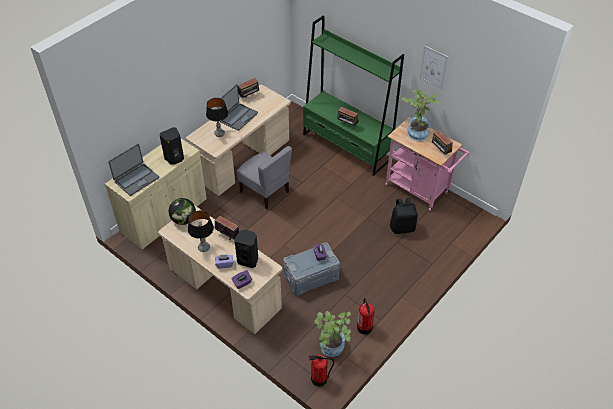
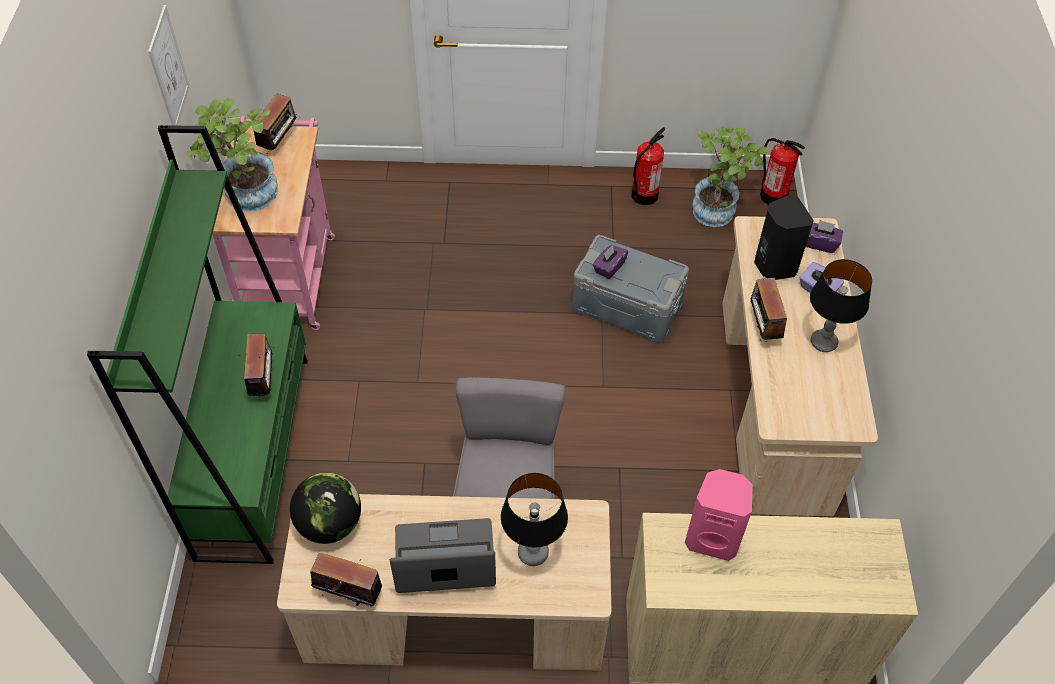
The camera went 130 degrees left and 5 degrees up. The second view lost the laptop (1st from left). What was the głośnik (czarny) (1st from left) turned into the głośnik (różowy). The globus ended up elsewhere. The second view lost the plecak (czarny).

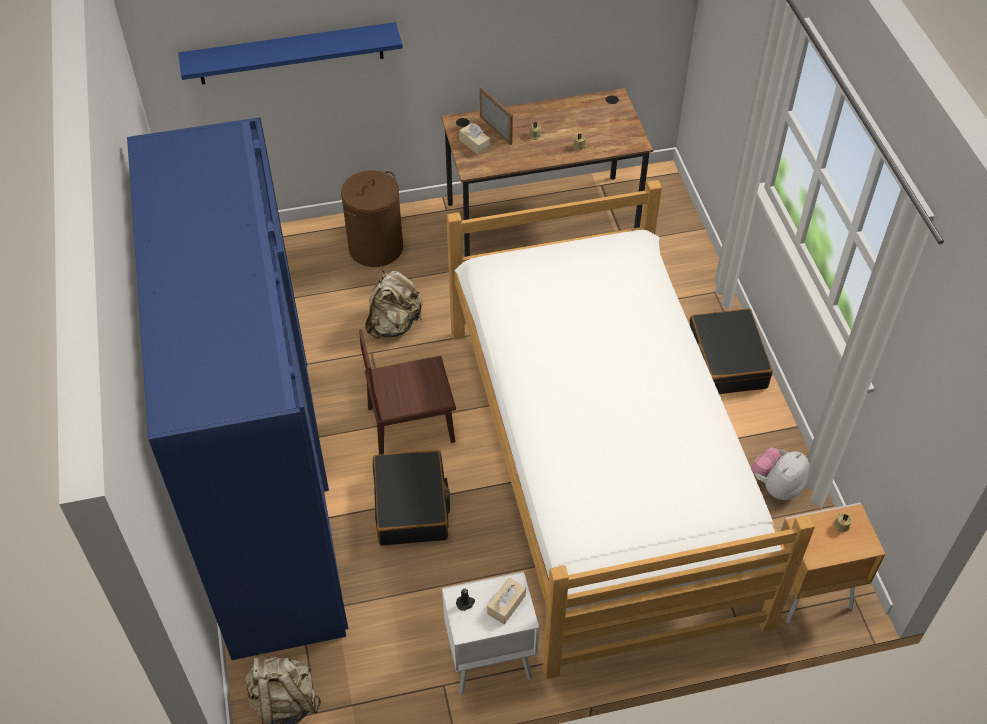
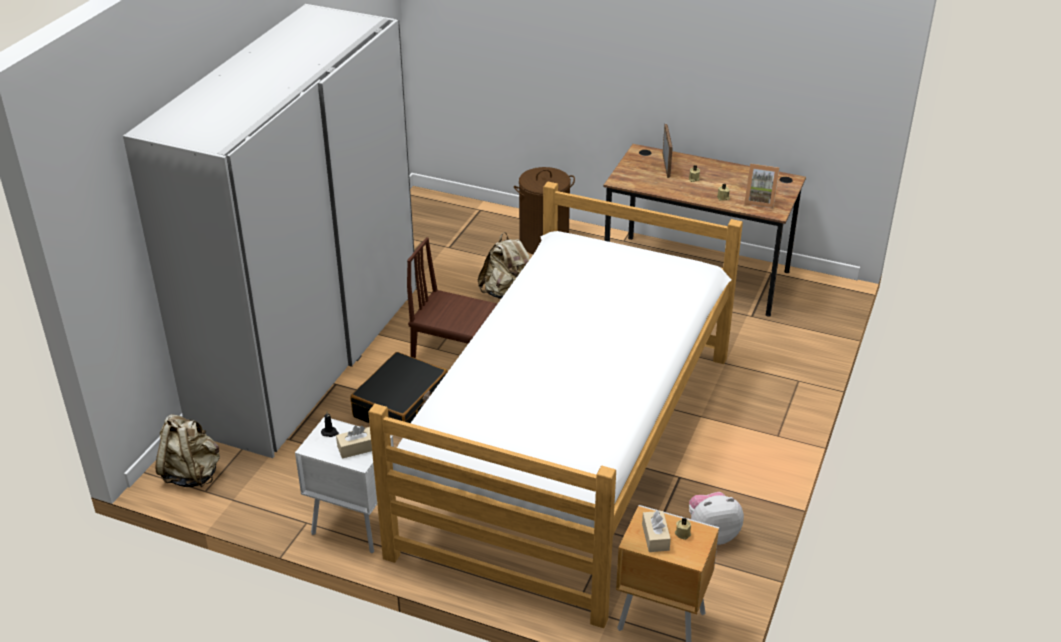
The camera went 35 degrees right and 15 degrees down. What was the szafa (niebieski) turned into the szafa (biały). The second view lost the półka (niebieski). The pudełko chusteczek (beżowy) (1st from left in the first image) ended up elsewhere. The second view lost the walizka (czarny) (2nd from left). The second view gained the ramka na zdjęcie (2nd from left).

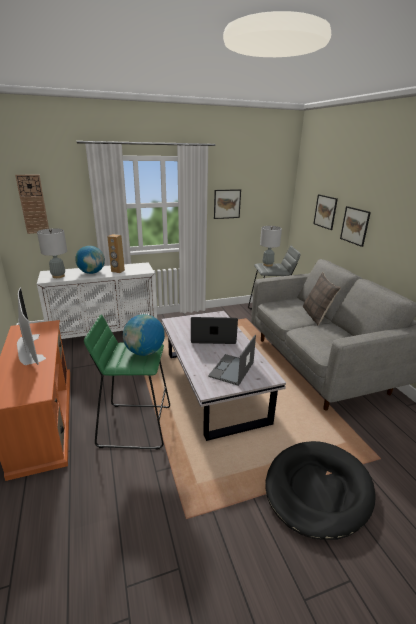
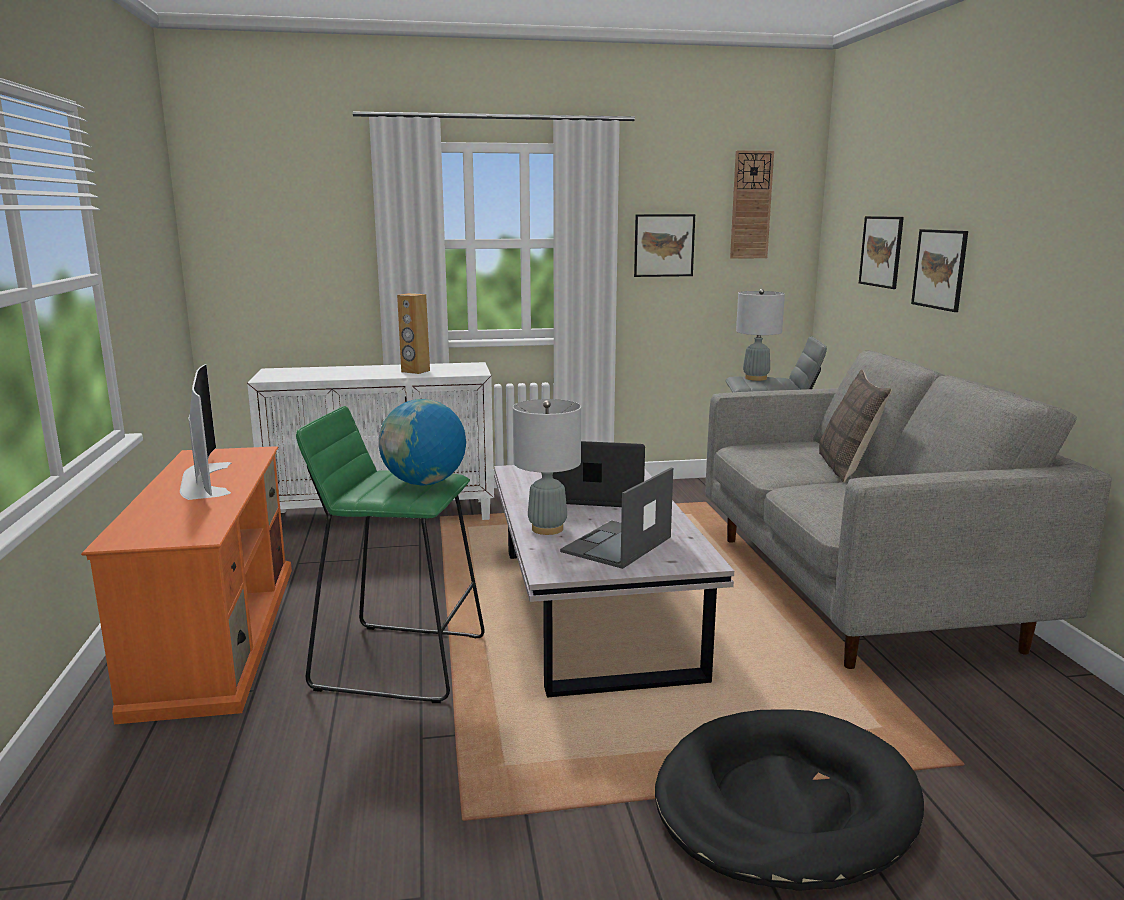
The camera went 10 degrees right and 10 degrees down. The zegar ścienny ended up elsewhere. The lampa stołowa (szary) (1st from left) ended up elsewhere. The second view lost the globus (1st from left).

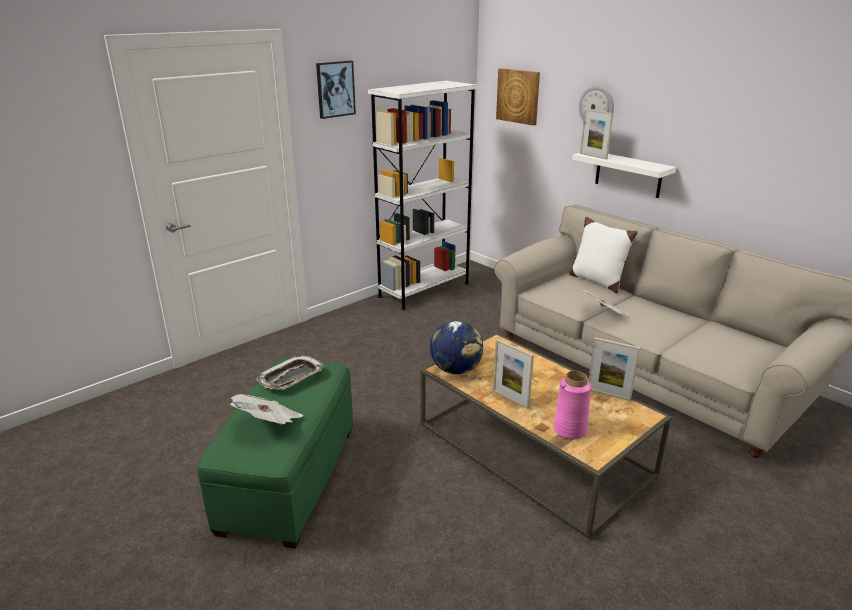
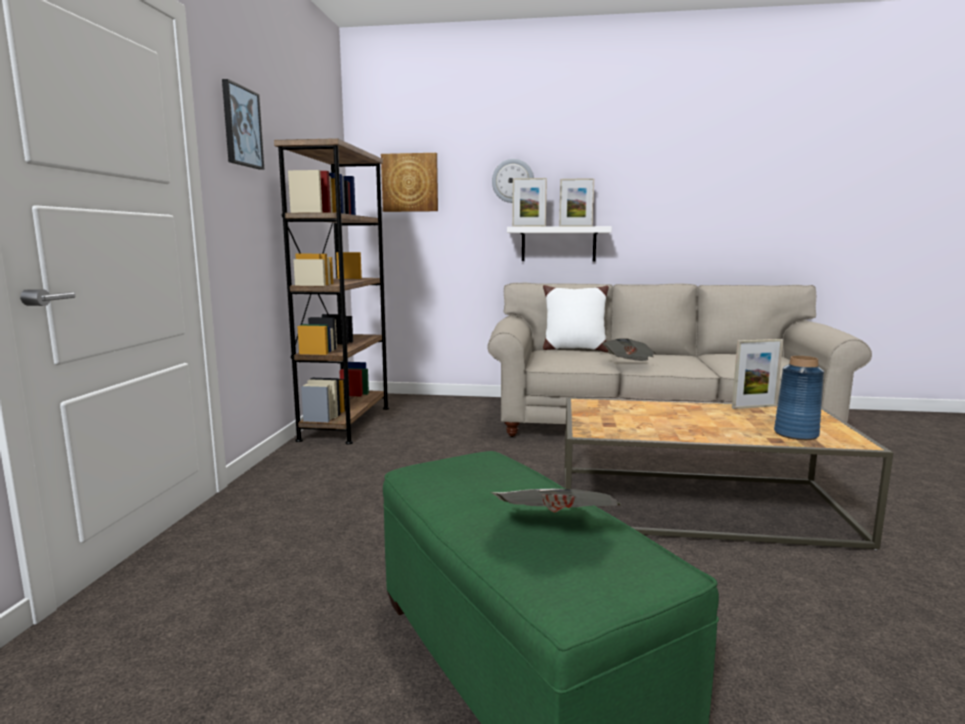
The camera went 40 degrees left and 15 degrees down. The second view lost the taca. What was the regał (biały) turned into the regał (brązowy). The second view lost the globus. The ramka na zdjęcie (1st from left in the first image) ended up elsewhere. What was the wazon (różowy) turned into the wazon (niebieski).

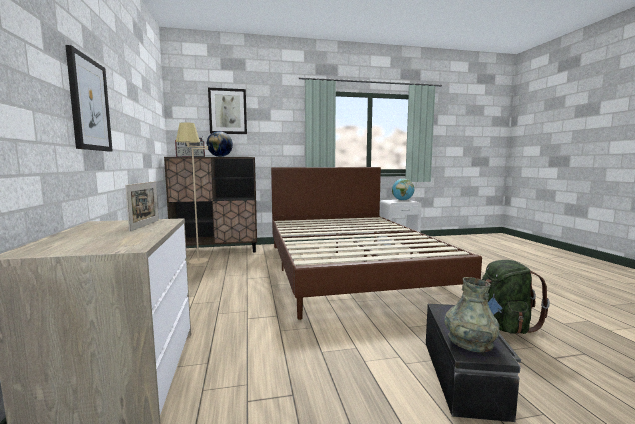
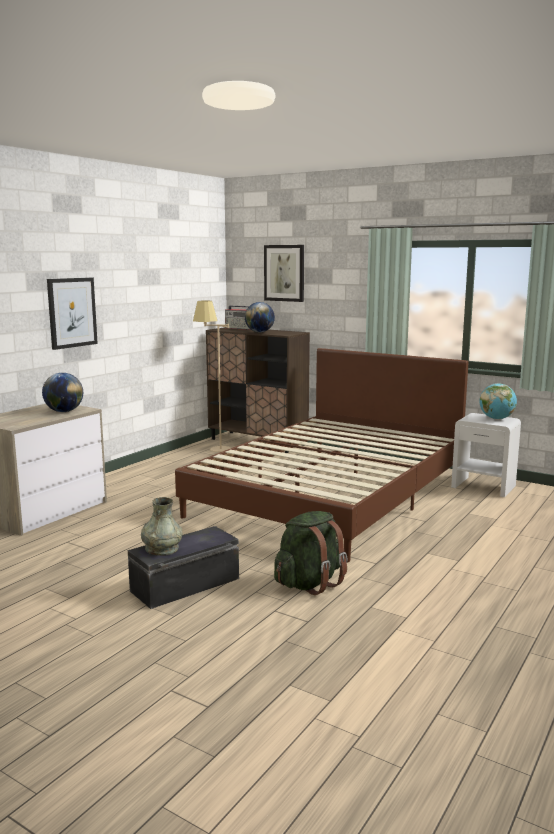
The camera went 45 degrees right and 5 degrees up. Where the ramka na zdjęcie stood, the globus (1st from left) came to stand.

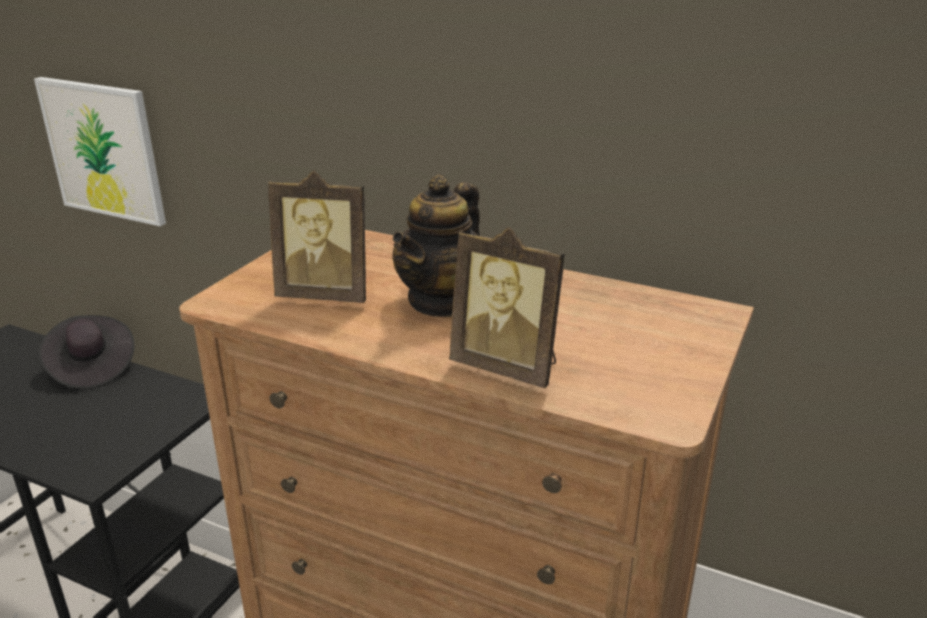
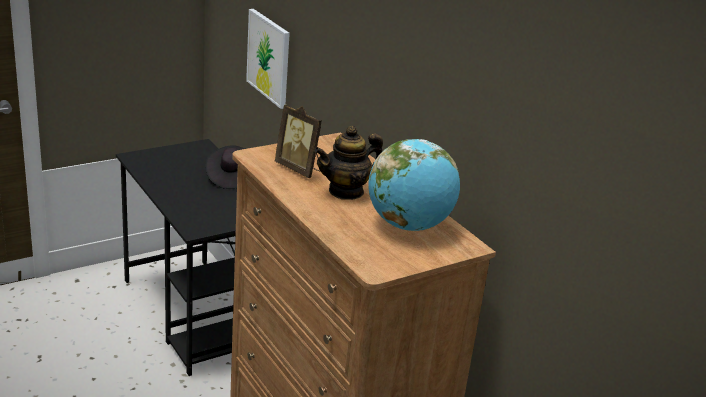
The camera went 30 degrees right and 0 degrees up. The second view lost the ramka na zdjęcie (2nd from left). The second view gained the globus.

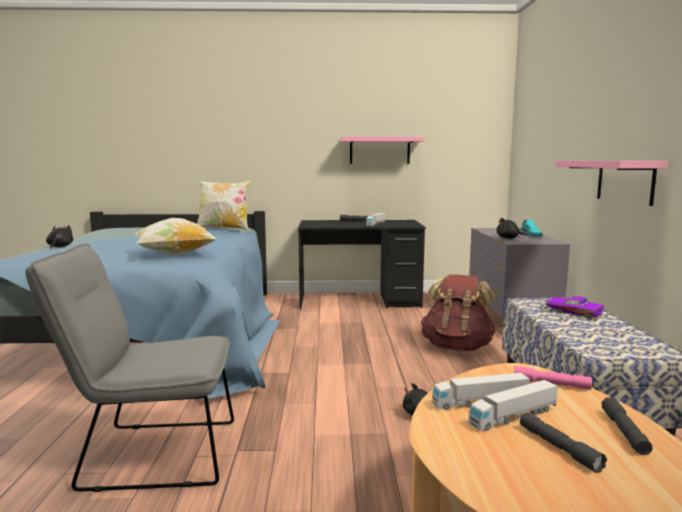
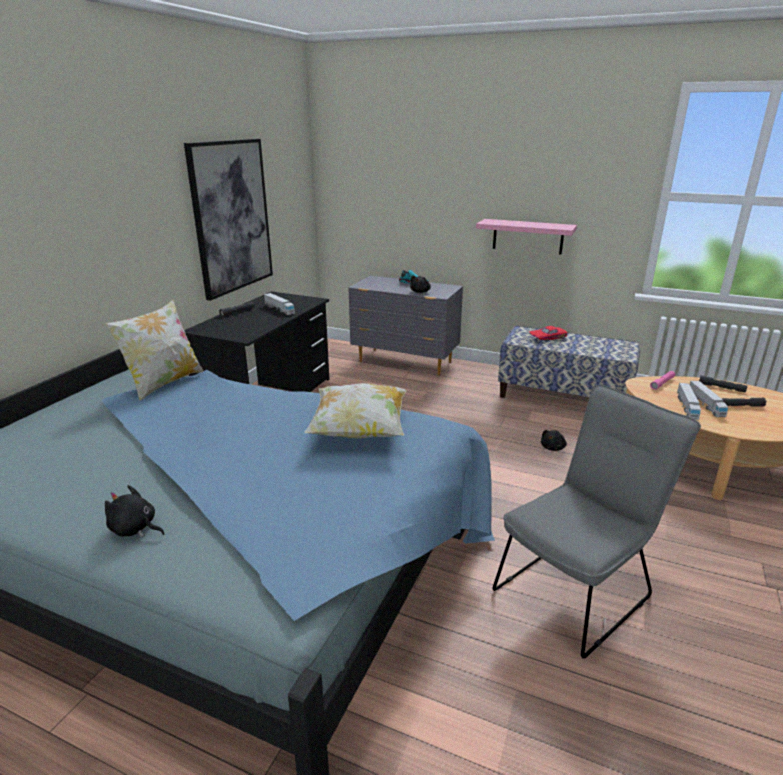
The camera went 65 degrees left and 15 degrees up. The krzesło (szary) ended up facing another way, 150 degrees counterclockwise from before. Where the półka (różowy) (1st from left) hung, the obraz came to hang. The second view lost the plecak (brązowy). What was the samochodzik (fioletowy) turned into the samochodzik (czerwony).

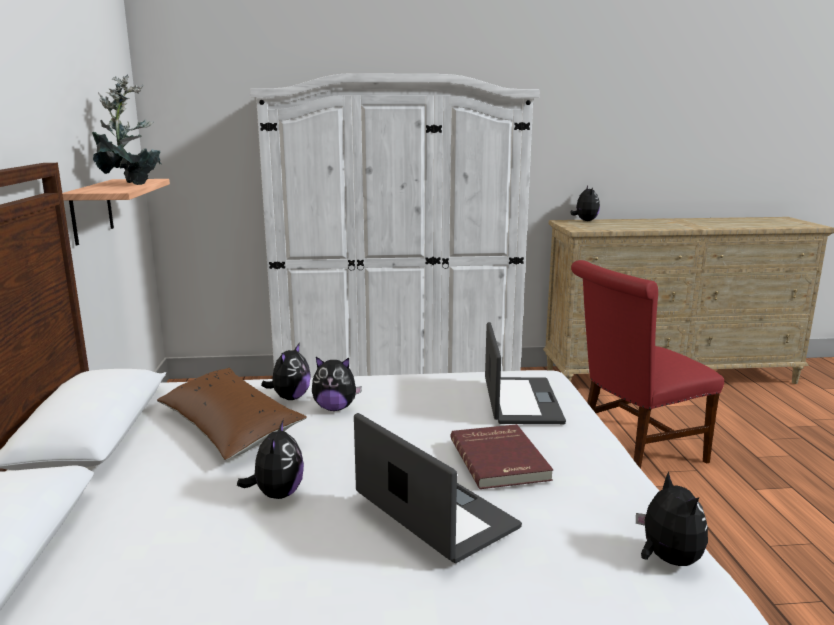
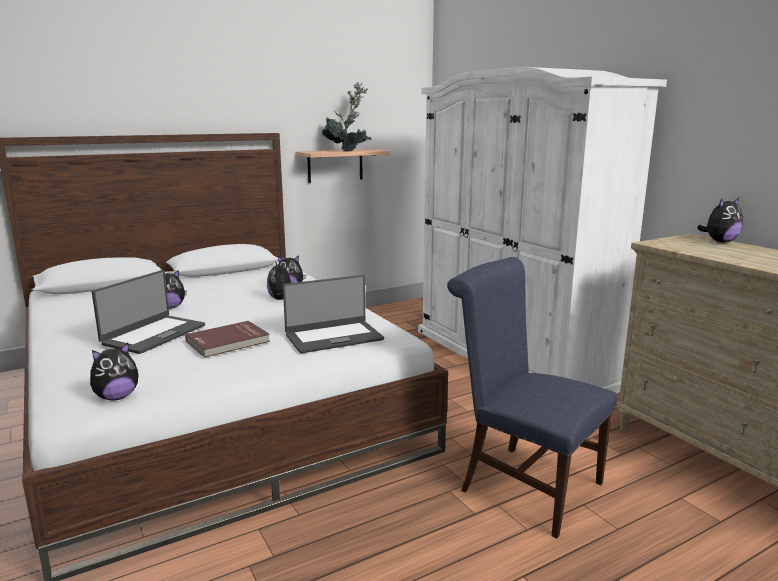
The camera went 65 degrees right and 0 degrees up. The second view lost the poduszka (brązowy). What was the krzesło (czerwony) turned into the krzesło (niebieski).

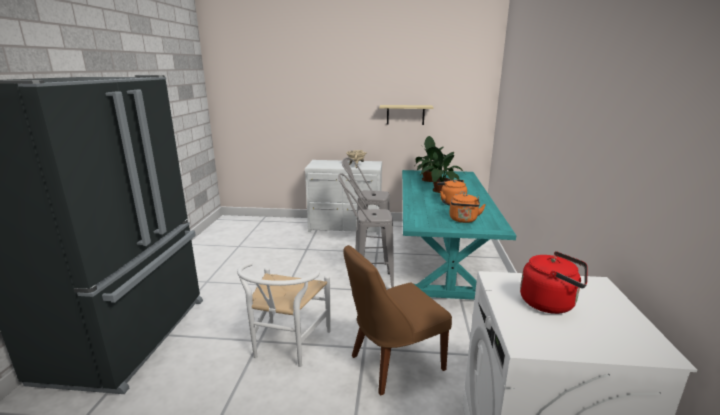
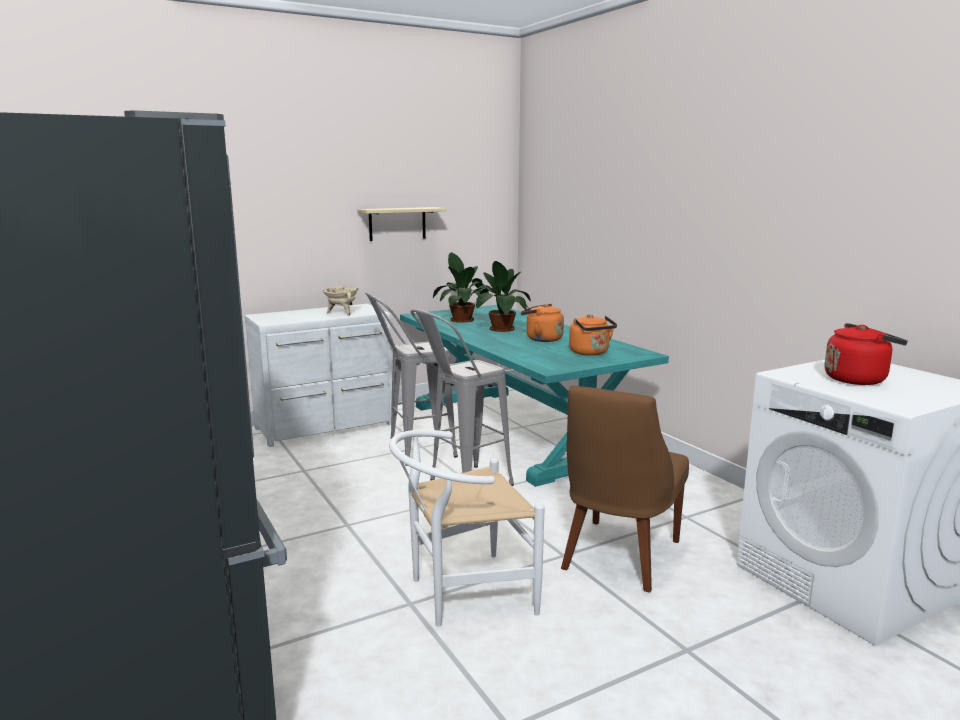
The camera went 35 degrees left and 5 degrees down. The krzesło (biały) ended up facing another way, 90 degrees clockwise from before.

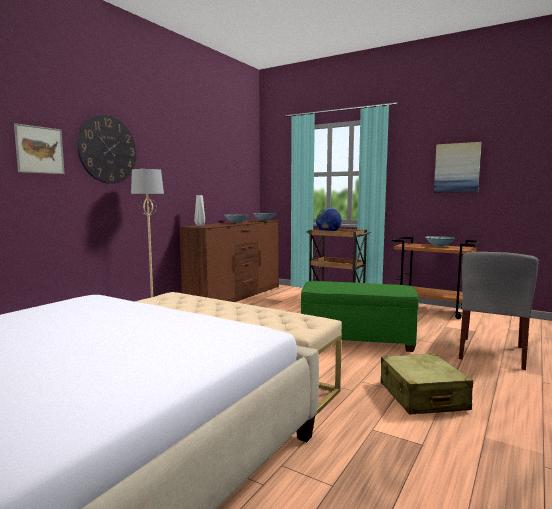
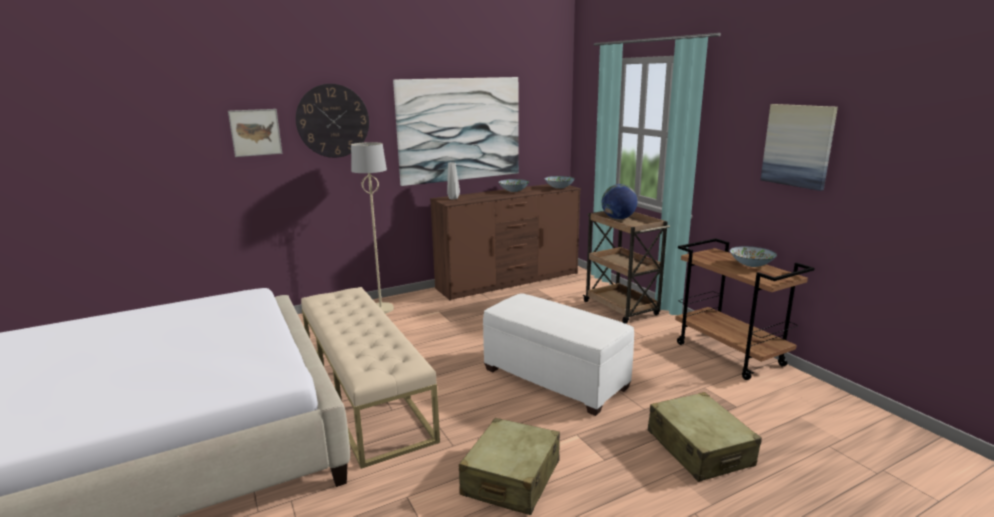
The camera went 30 degrees right and 10 degrees up. What was the pufa (zielony) turned into the pufa (biały). Where the krzesło (szary) stood, the walizka (beżowy) (2nd from left) came to stand. The second view gained the obraz (2nd from left).

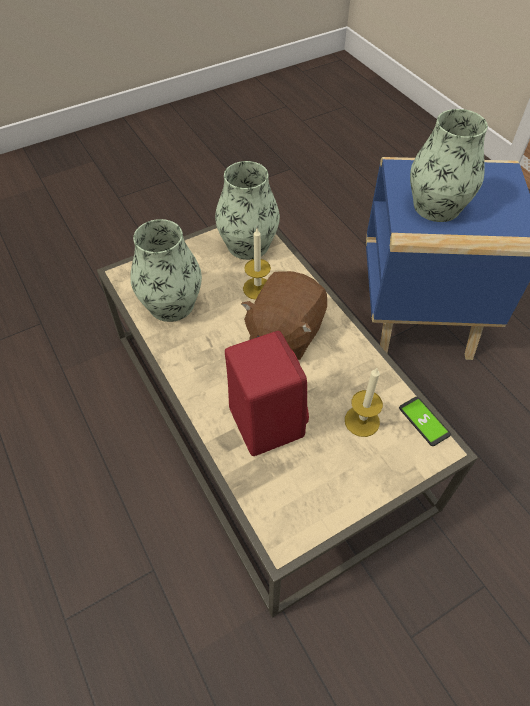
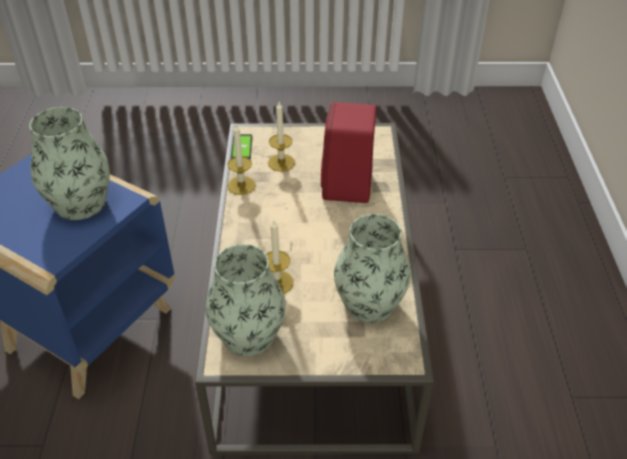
The camera went 150 degrees left and 10 degrees down. The second view lost the pluszak (brązowy). The second view gained the świeca (1st from left).

